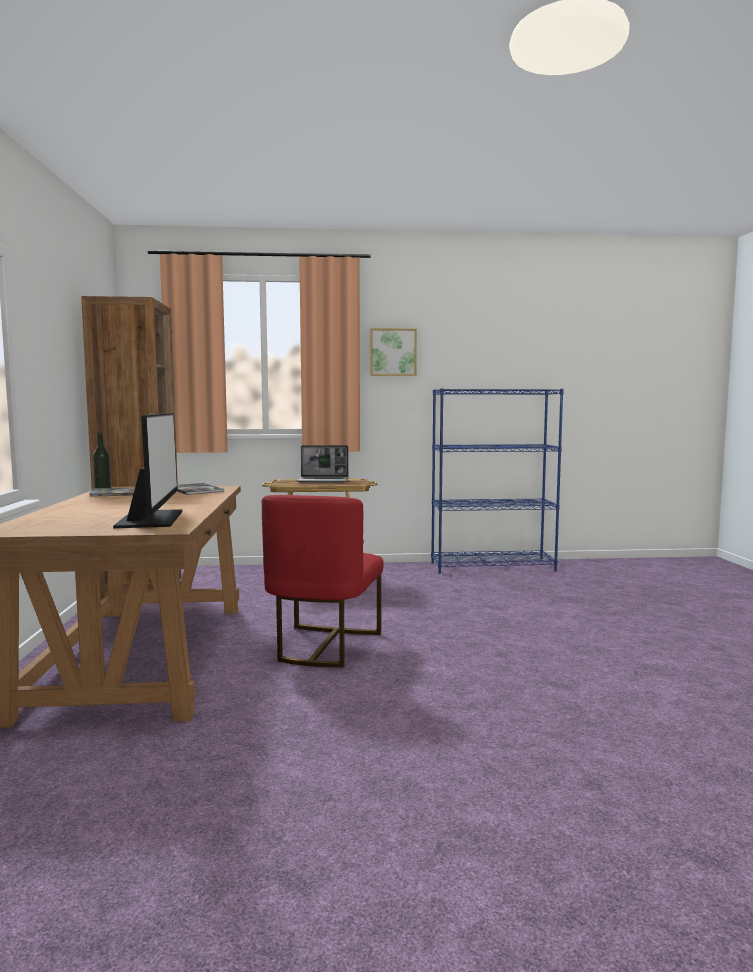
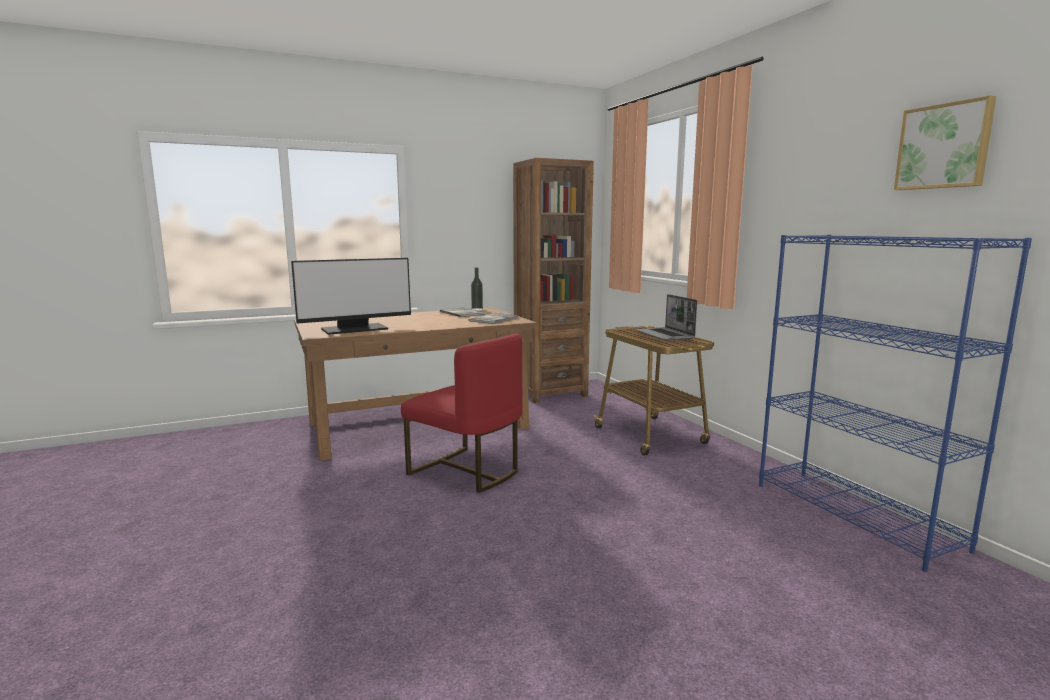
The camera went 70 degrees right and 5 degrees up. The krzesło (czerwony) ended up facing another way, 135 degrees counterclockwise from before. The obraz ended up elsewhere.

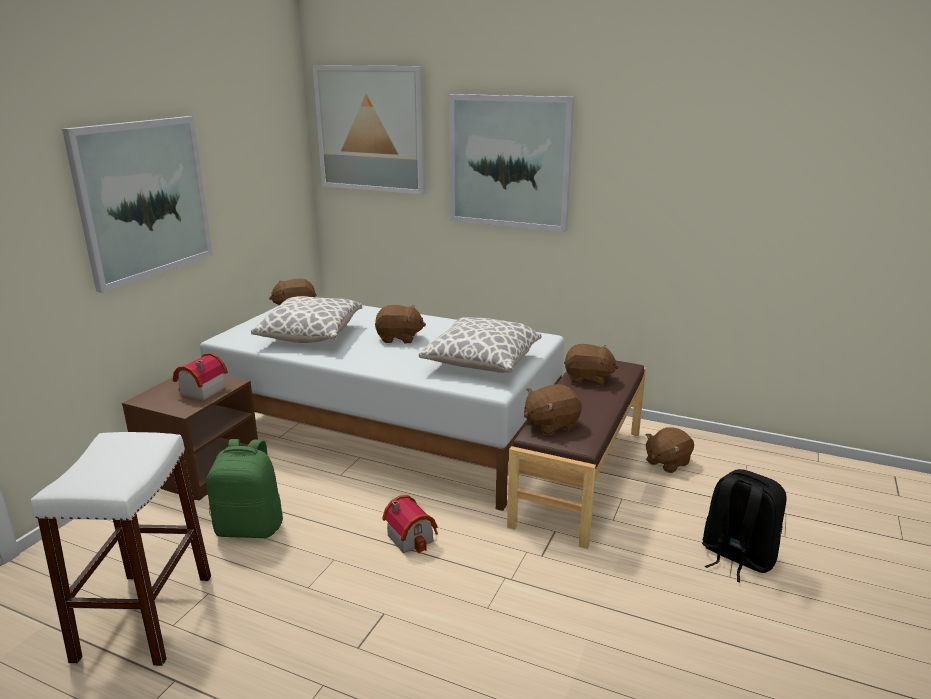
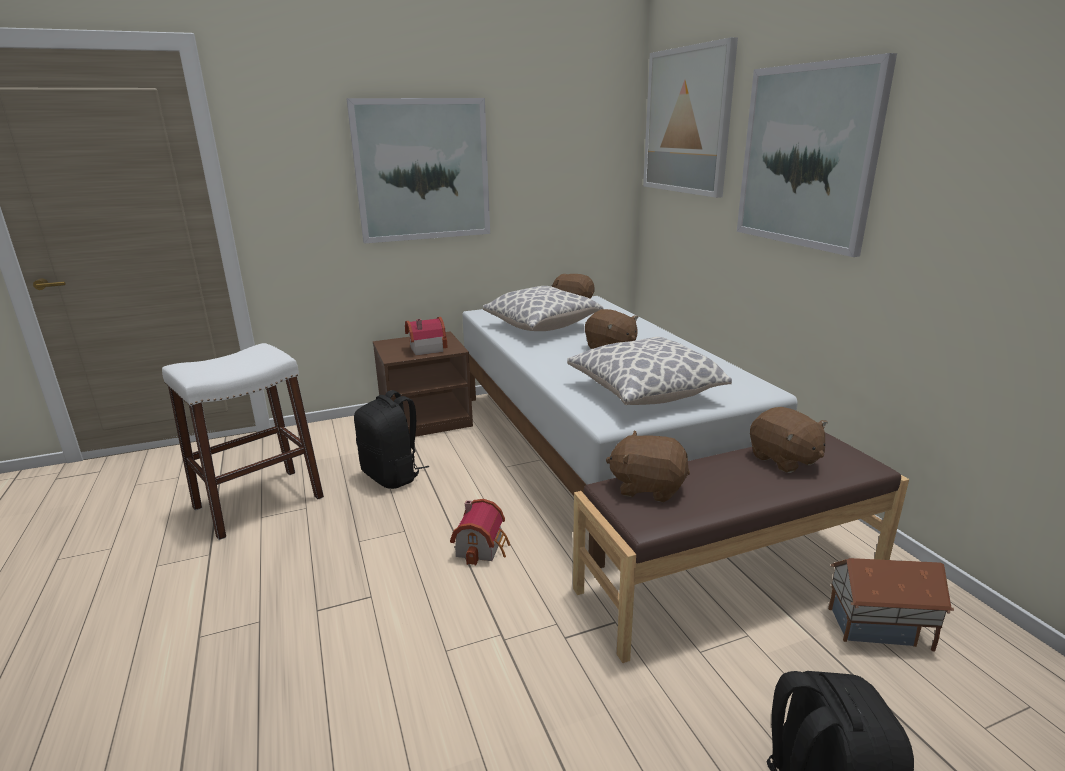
The camera went 45 degrees right and 0 degrees up. What was the plecak (zielony) turned into the plecak (czarny) (1st from left). Where the pluszak (brązowy) (5th from left) stood, the domek (3rd from left) came to stand.

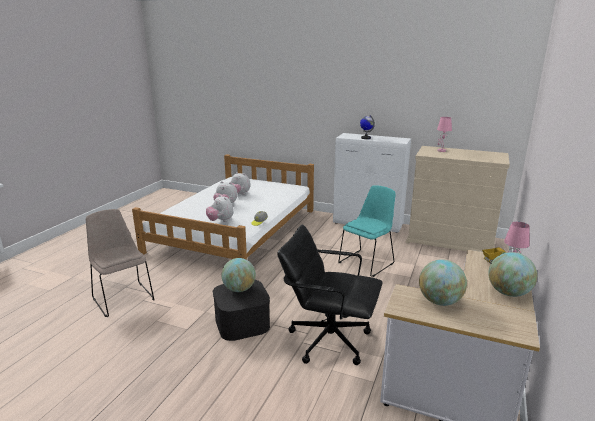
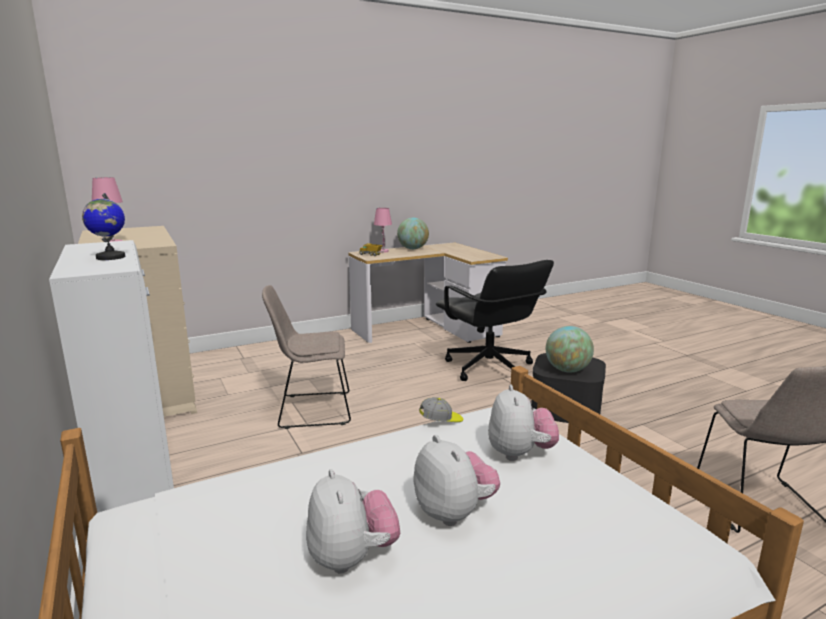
The camera went 140 degrees left and 5 degrees down. What was the krzesło (turkusowy) turned into the krzesło (beżowy) (1st from left). The second view lost the globus (3rd from left).

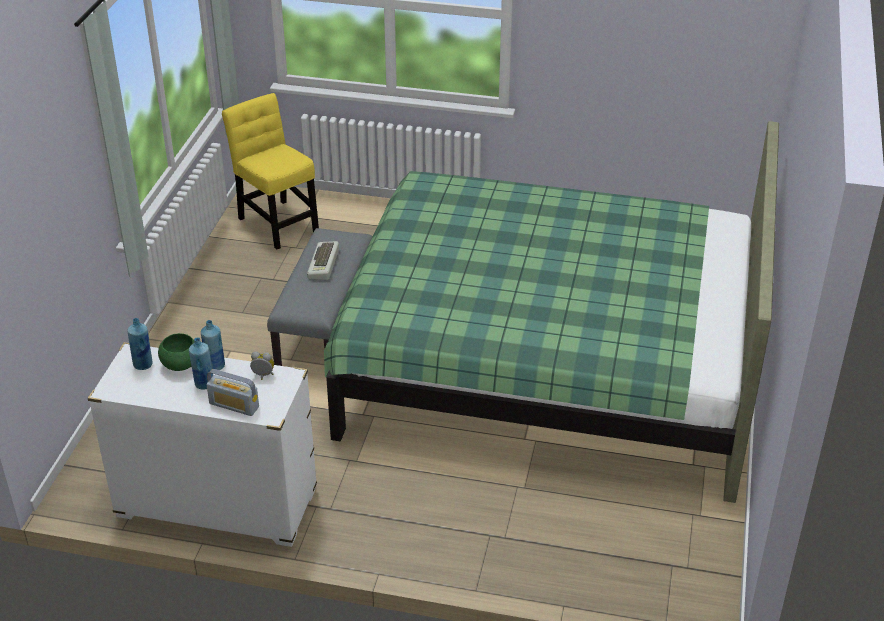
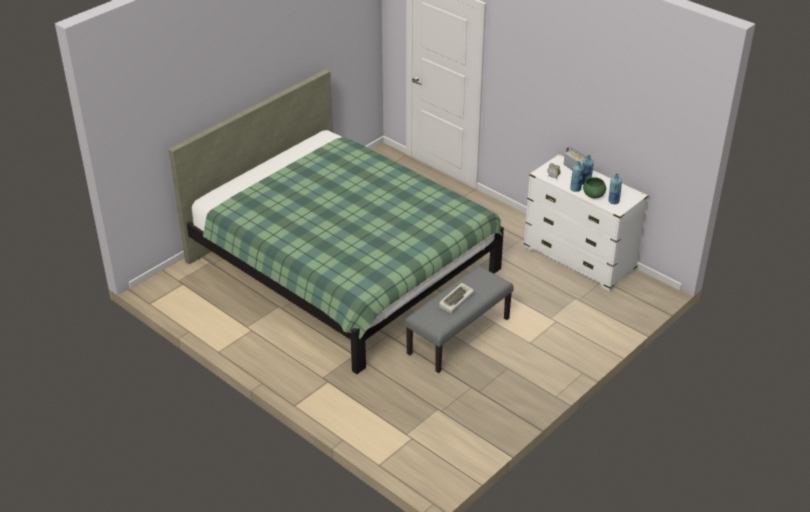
The camera went 150 degrees left and 0 degrees up. The second view lost the krzesło (żółty).

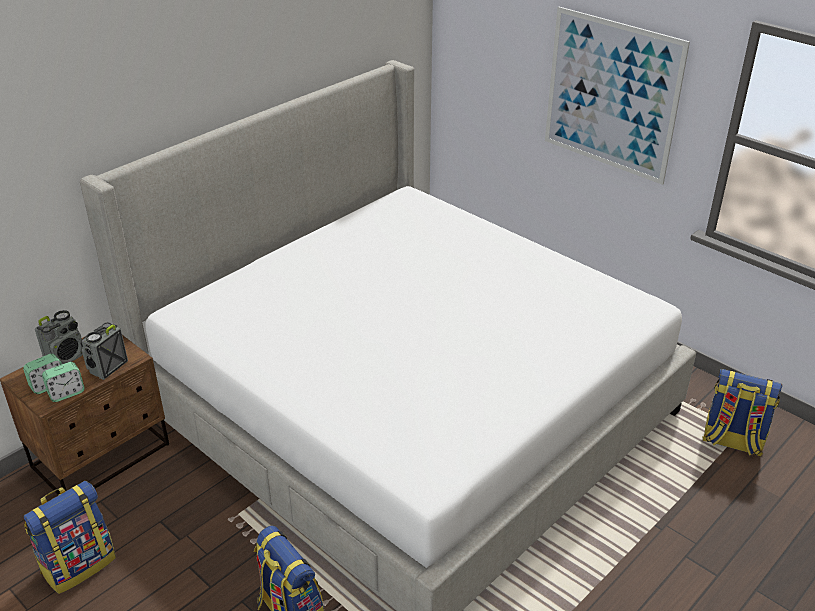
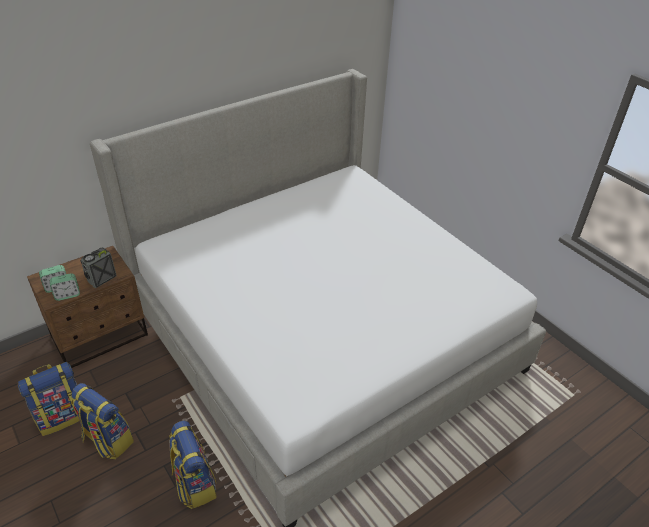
The camera went 10 degrees right and 5 degrees up. The second view lost the radio (1st from left). The second view lost the obraz. The plecak (3rd from left in the first image) ended up elsewhere.

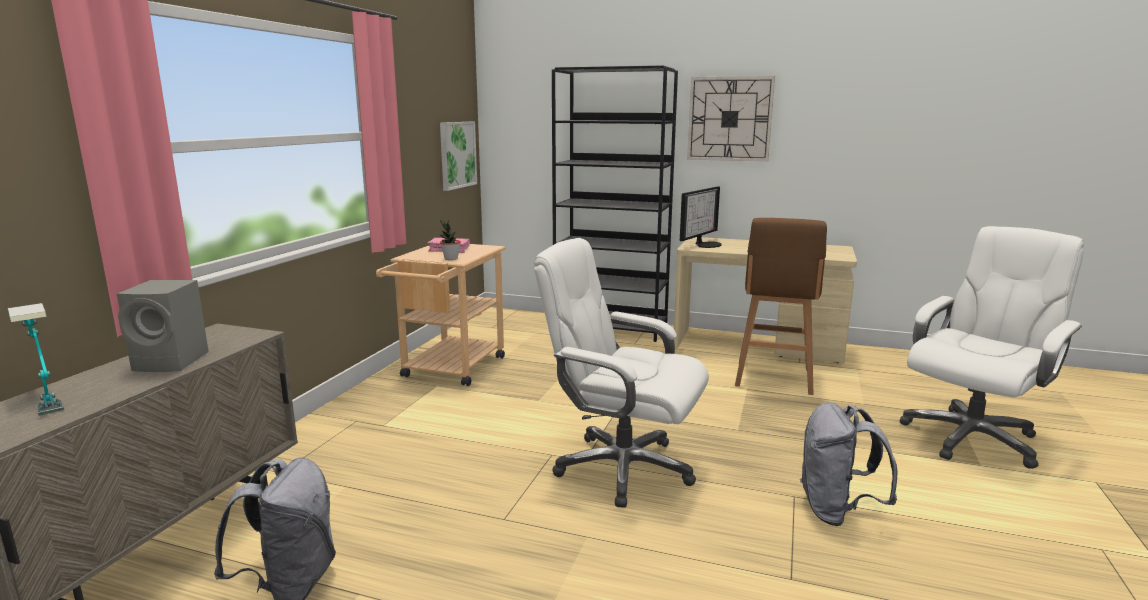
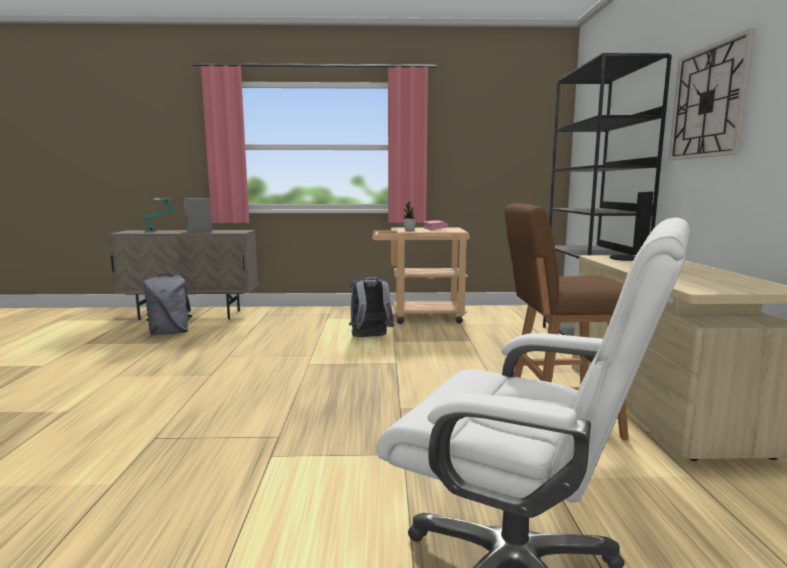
The camera went 70 degrees right and 5 degrees down. The second view lost the obraz. The second view lost the krzesło biurowe (biały) (1st from left). The monitor ended up facing another way, 105 degrees clockwise from before. The plecak (szary) (2nd from left) ended up elsewhere.

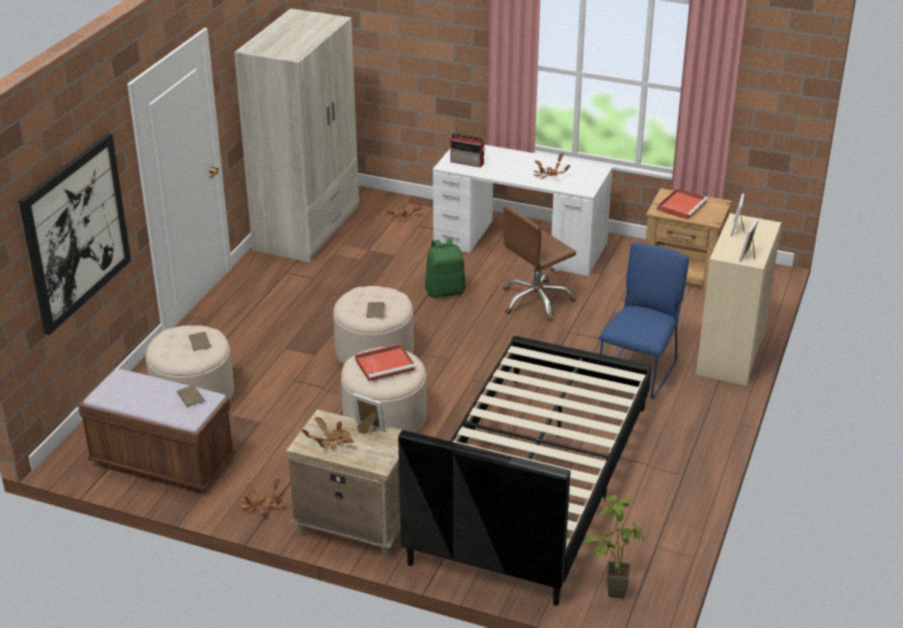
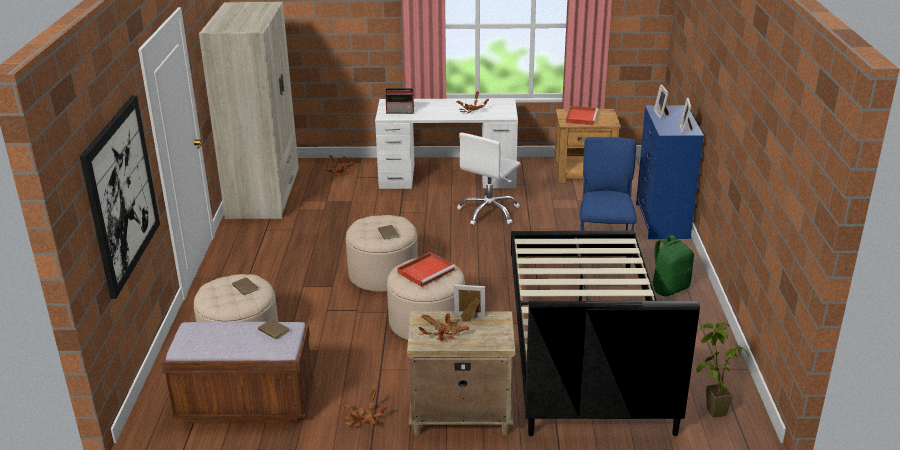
The camera went 20 degrees left and 5 degrees down. The plecak (zielony) ended up elsewhere. What was the krzesło biurowe (brązowy) turned into the krzesło biurowe (biały). What was the komoda (beżowy) turned into the komoda (niebieski).

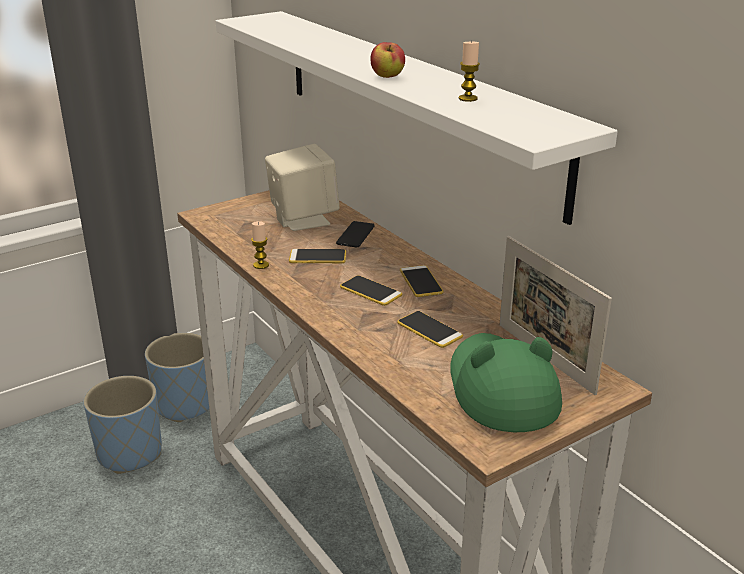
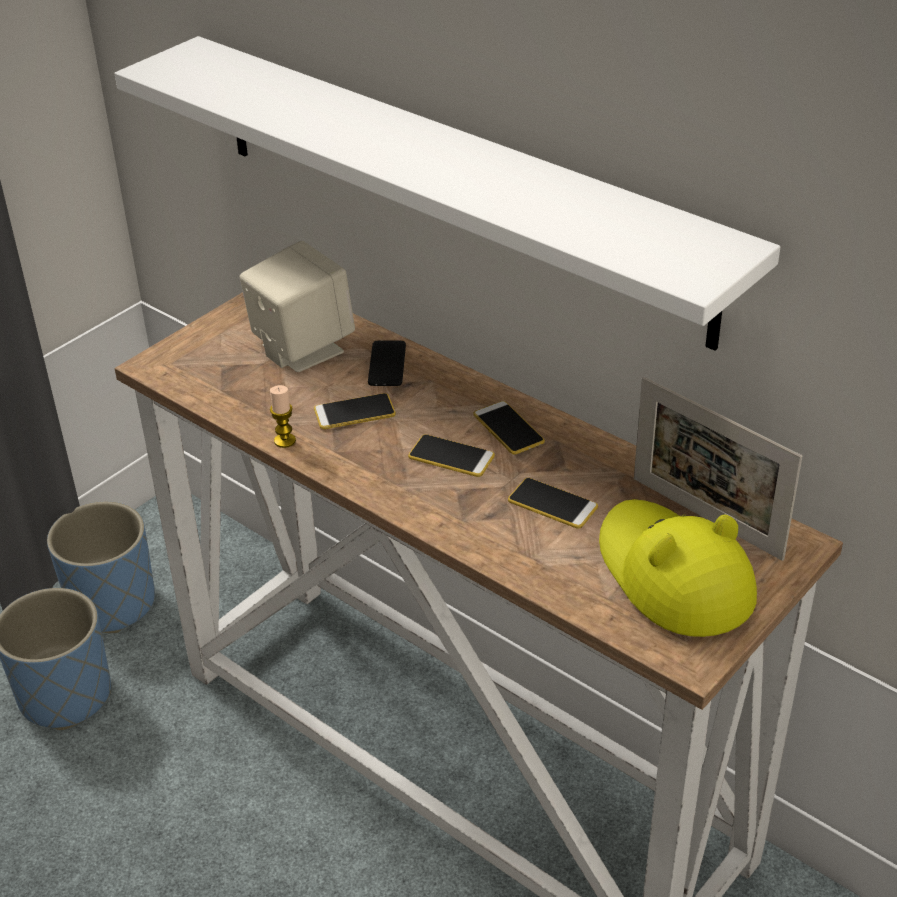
The camera went 15 degrees left and 10 degrees up. The second view lost the jabłko. What was the kapelusz (zielony) turned into the kapelusz (żółty). The second view lost the świeca (2nd from left).

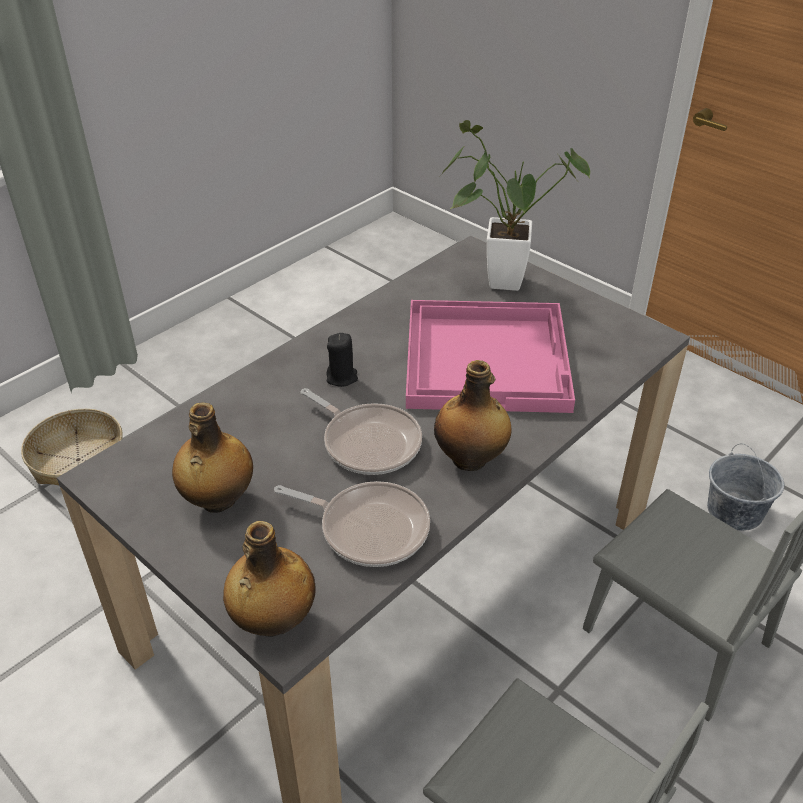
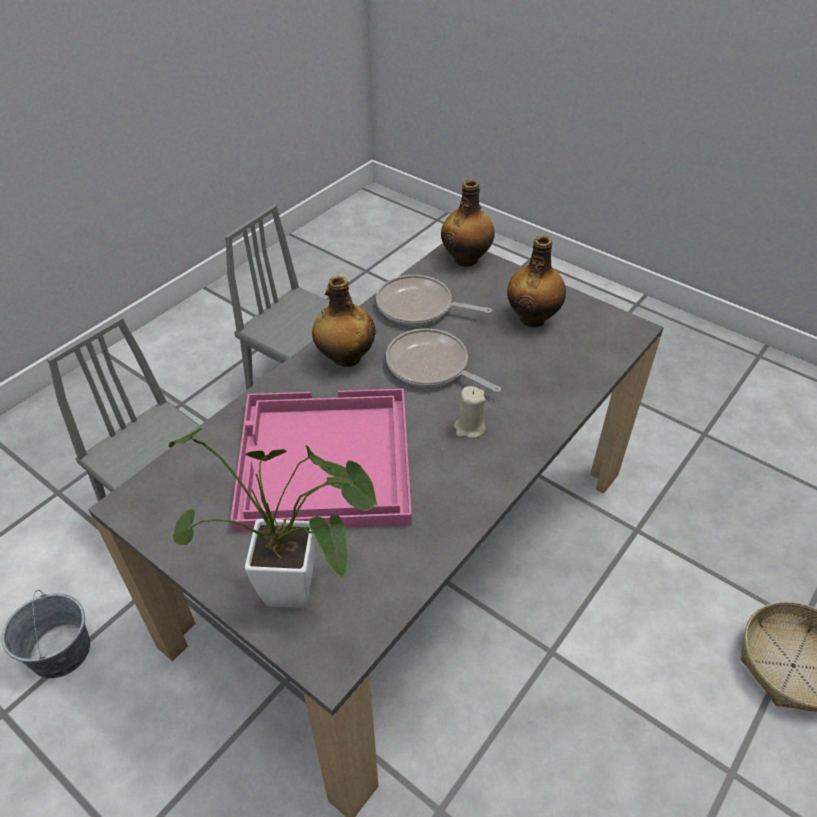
The camera went 175 degrees right and 5 degrees up. What was the świeca (czarny) turned into the świeca (beżowy).

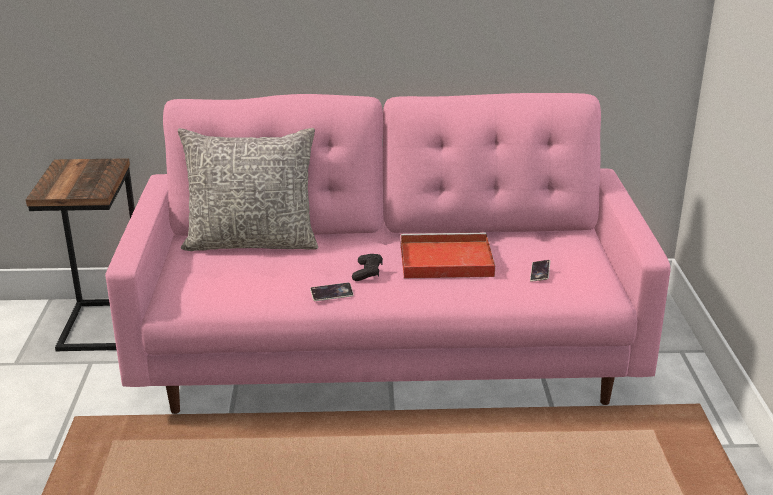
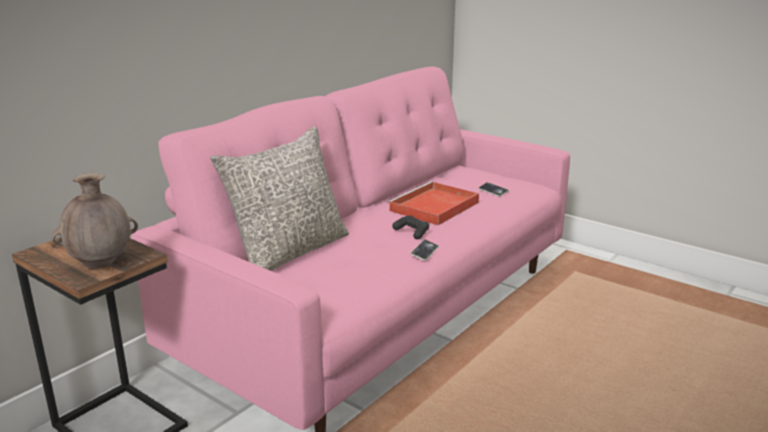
The camera went 50 degrees left and 5 degrees down. The second view gained the wazon (brązowy).

